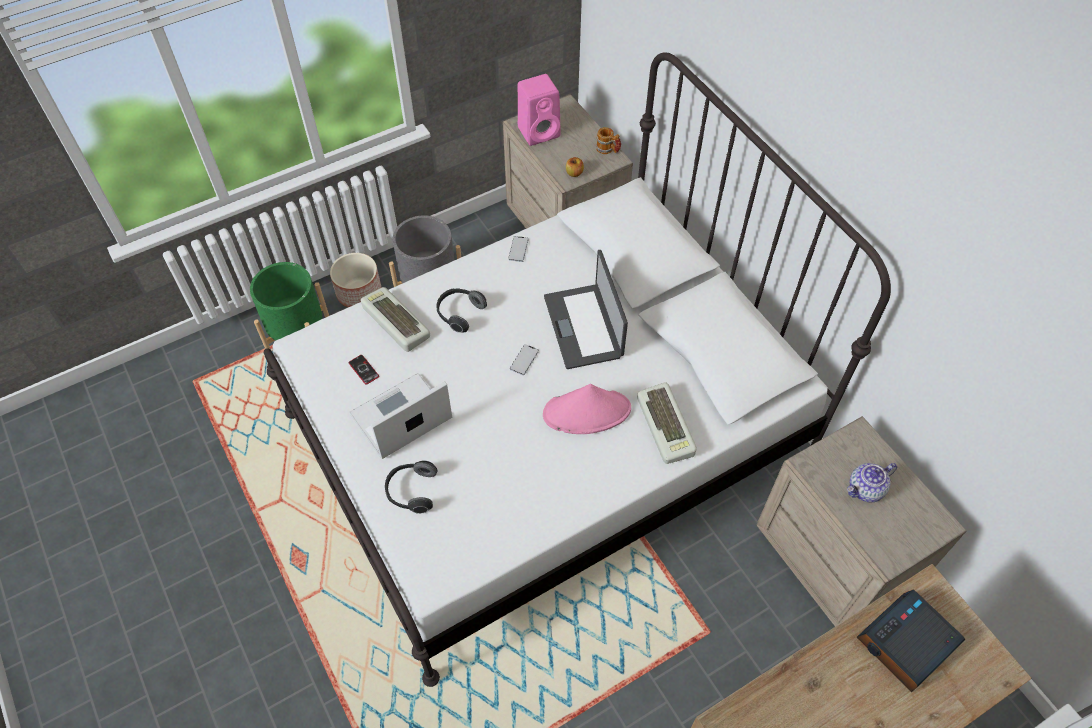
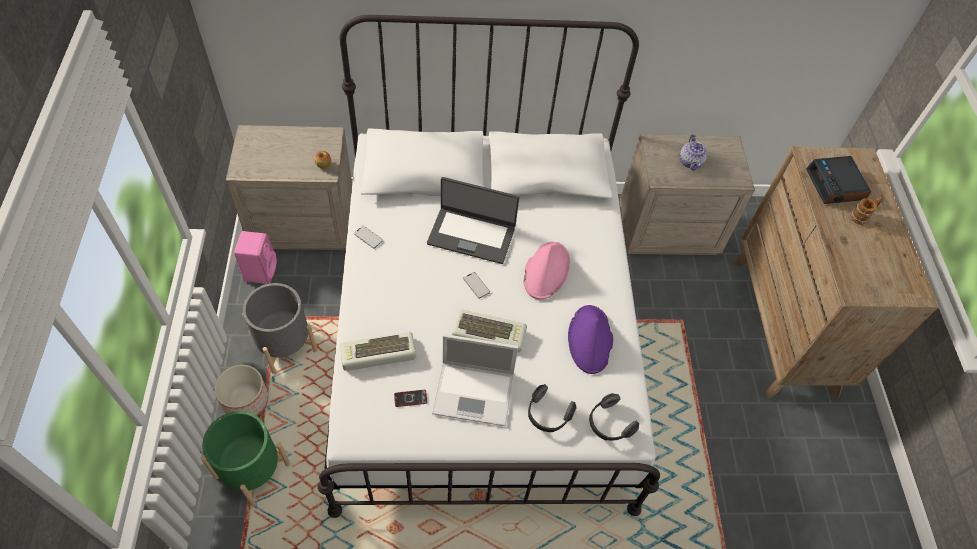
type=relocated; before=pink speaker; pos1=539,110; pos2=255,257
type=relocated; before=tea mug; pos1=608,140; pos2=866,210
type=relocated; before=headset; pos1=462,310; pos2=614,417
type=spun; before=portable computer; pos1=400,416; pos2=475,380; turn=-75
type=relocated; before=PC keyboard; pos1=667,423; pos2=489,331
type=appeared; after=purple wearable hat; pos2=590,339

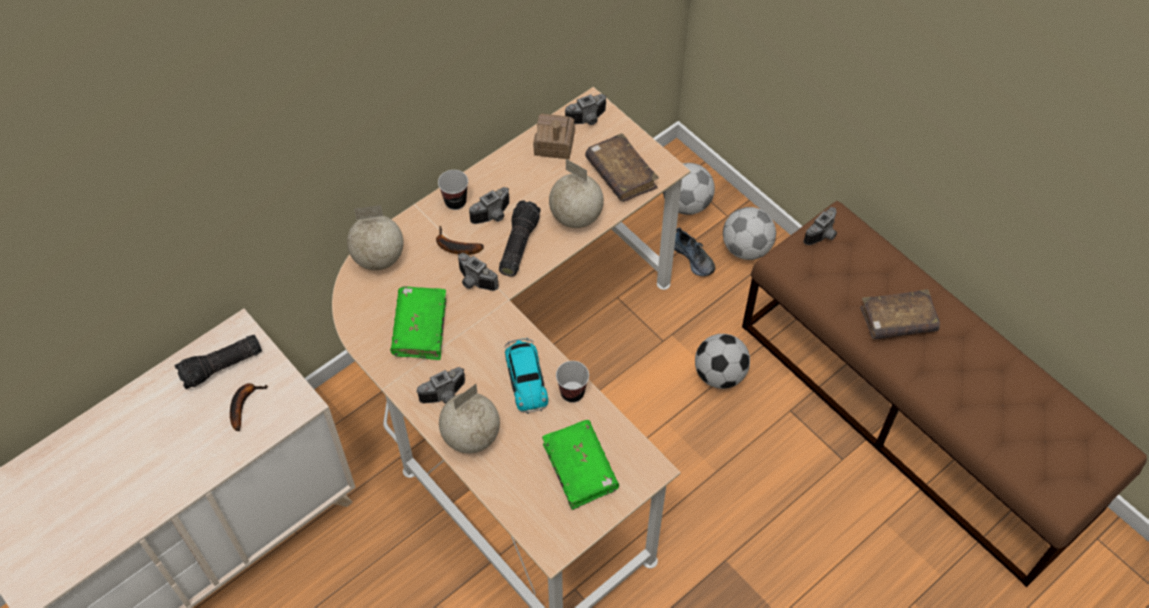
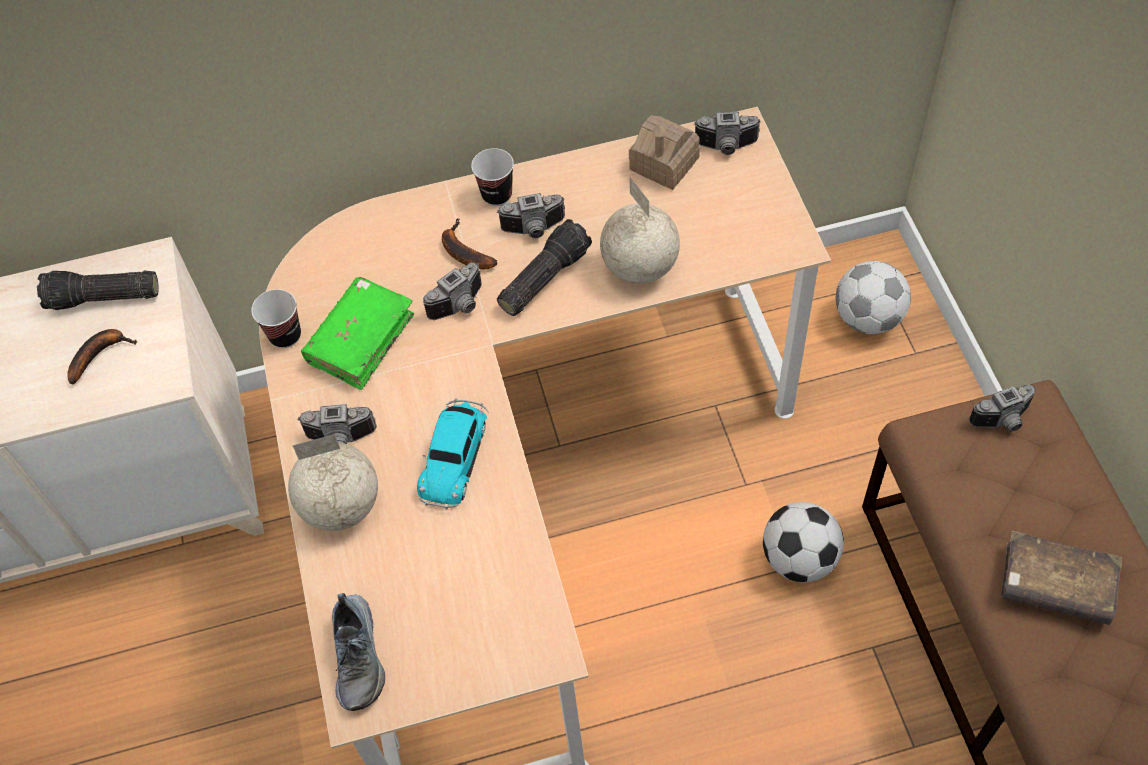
type=missing; before=brownish book; pos1=622,167
type=missing; before=desk globe; pos1=375,237
type=missing; before=football ball; pos1=749,233
type=relocated; before=shoe; pos1=694,251; pos2=358,652
type=spun; before=still camera; pos1=478,272; pos2=452,291; turn=-105
type=relocated; before=drinking cup; pos1=572,382; pos2=276,318
type=missing; before=green-coloured book; pos1=580,465

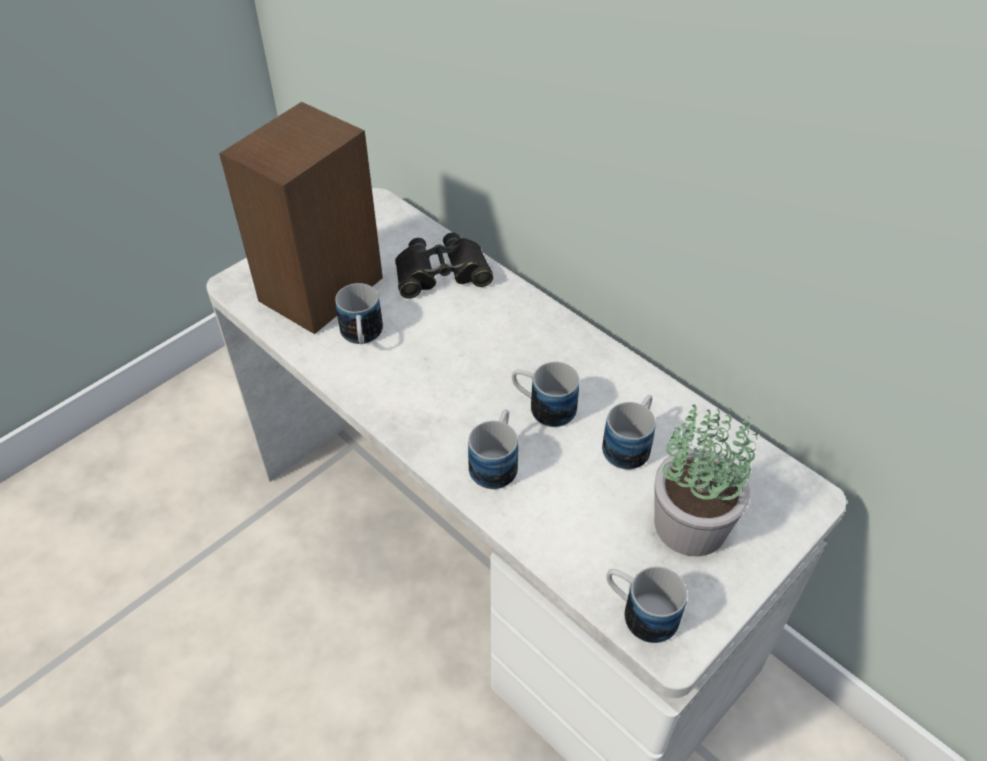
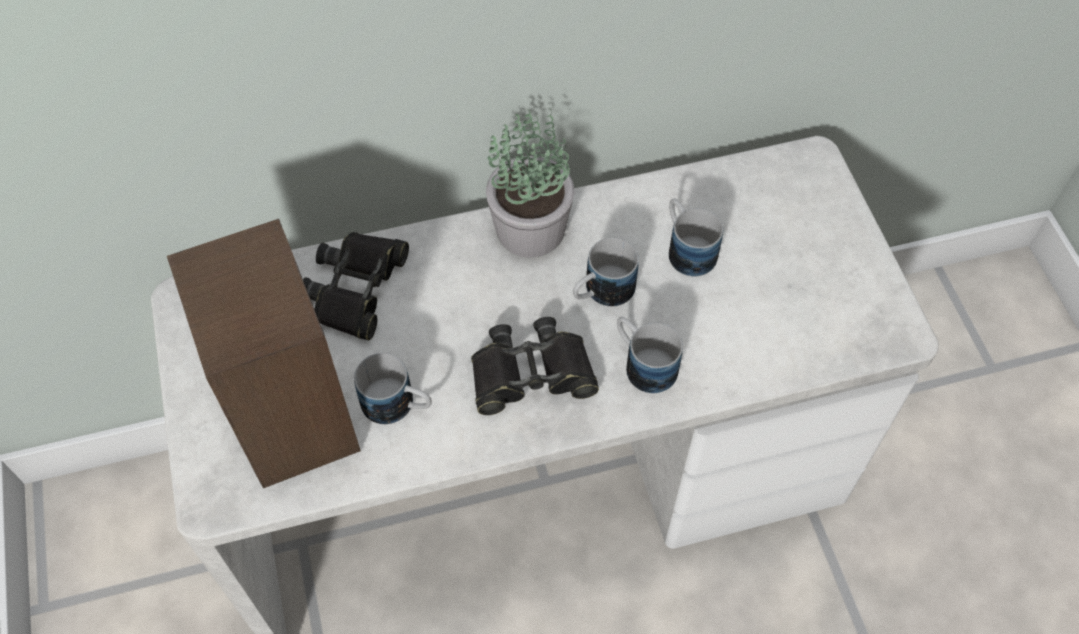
type=relocated; before=plant in a pot; pos1=706,480; pos2=530,183
type=missing; before=tea mug; pos1=646,604
type=appeared; after=blackish pair of binoculars; pos2=535,366

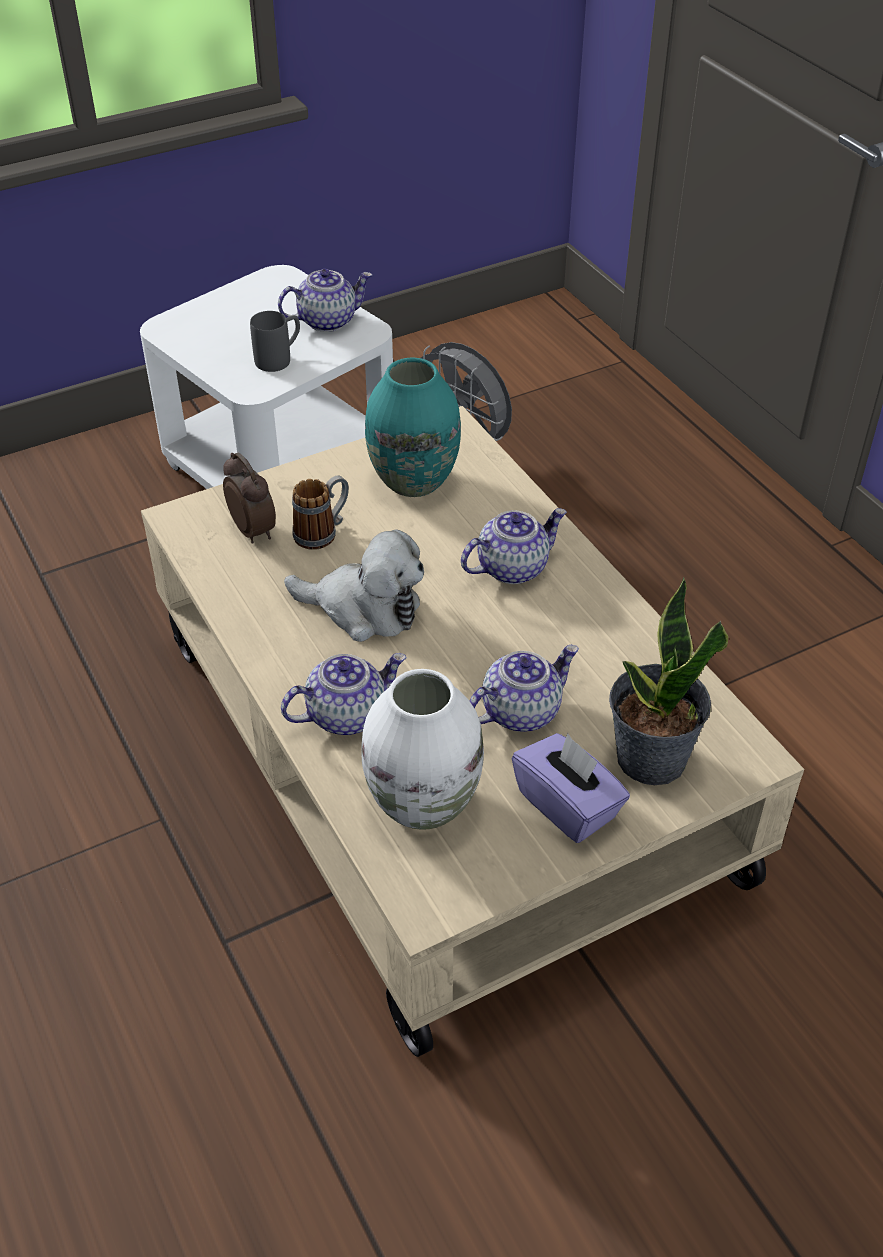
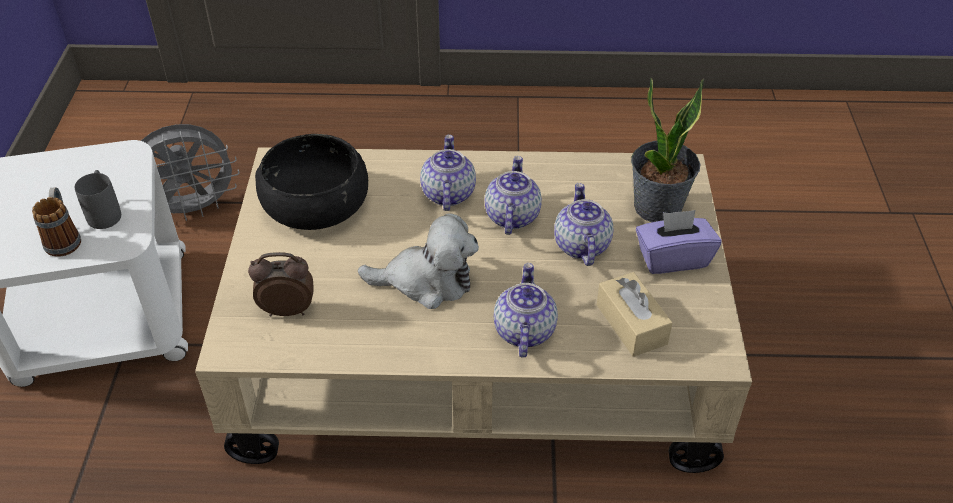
type=relocated; before=teapot; pos1=325,300; pos2=513,195
type=exchanged; before=turquoise-coloured vase; after=blackish deep dish; pos1=413,427; pos2=311,182
type=relocated; before=tea mug; pos1=320,512; pos2=56,222
type=spun; before=plush toy; pos1=354,586; pos2=418,261; turn=45
type=exchanged; before=white-coloured vase; after=sand-coloured tissue holder; pos1=422,749; pos2=634,314

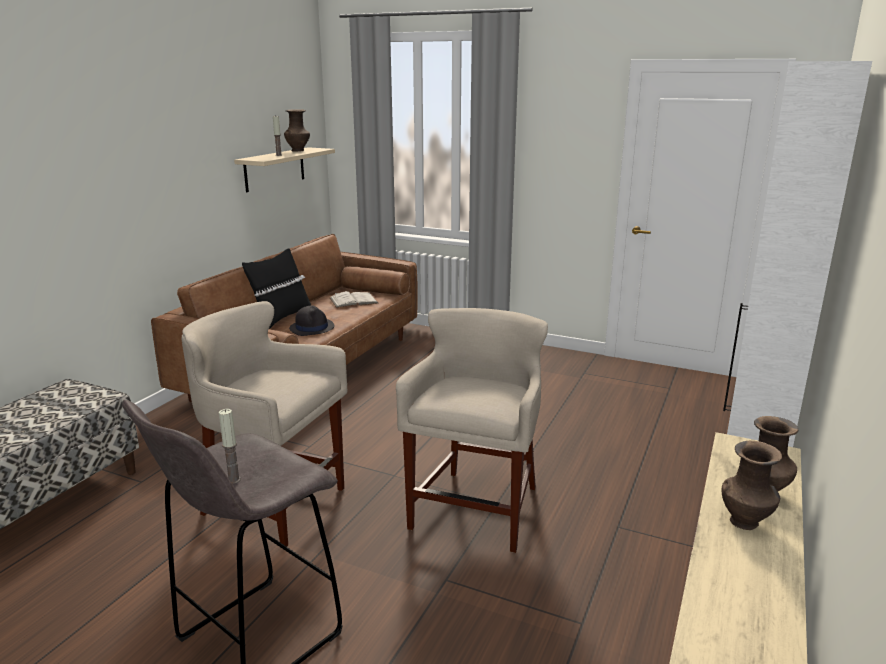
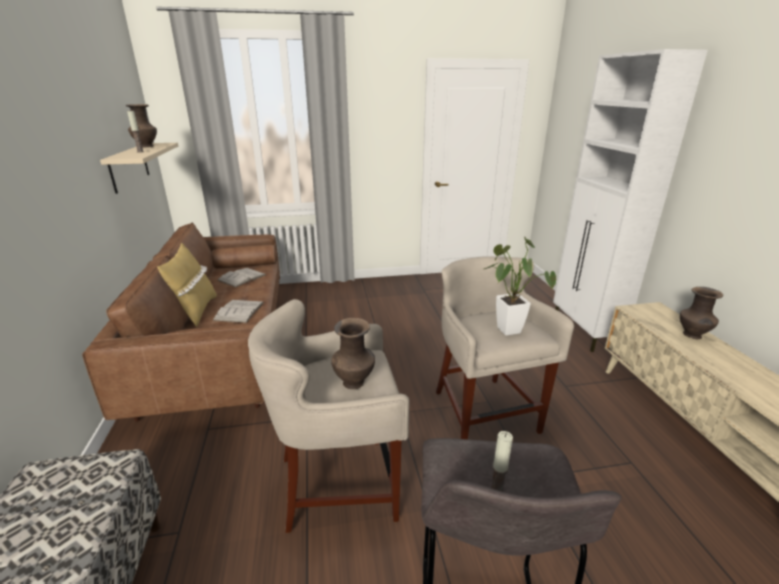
type=colour; before=blackish cushion; after=yellow-coloured cushion; pos1=276,288; pos2=187,285
type=exchanged; before=blackish wearable hat; after=white-coloured book; pos1=312,321; pos2=238,311
type=relocated; before=brownish vase; pos1=751,485; pos2=353,353
type=appeared; after=plant in a pot; pos2=519,286

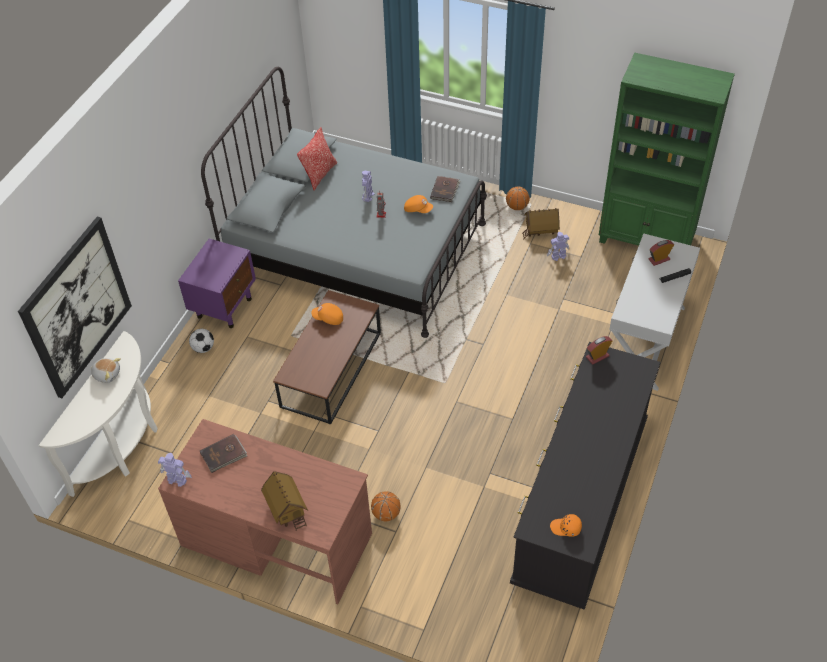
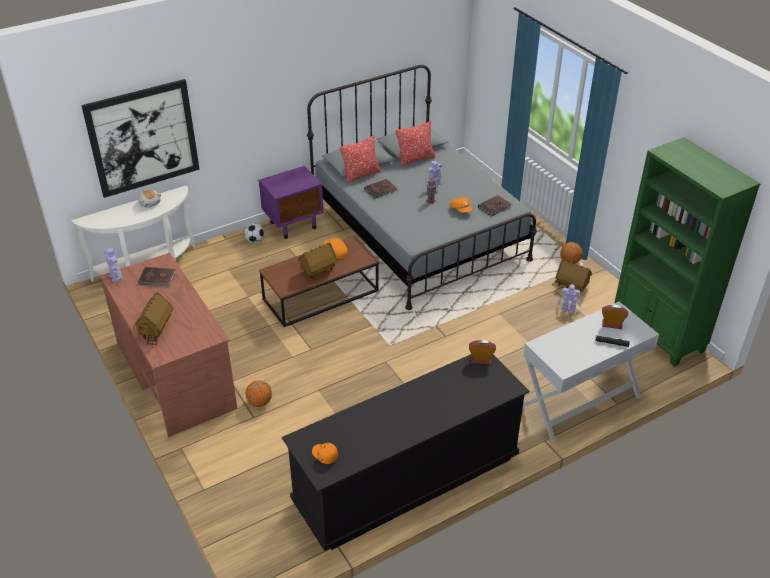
type=appeared; after=cushion; pos2=360,160
type=appeared; after=brownish book; pos2=381,189
type=appeared; after=model house; pos2=318,260

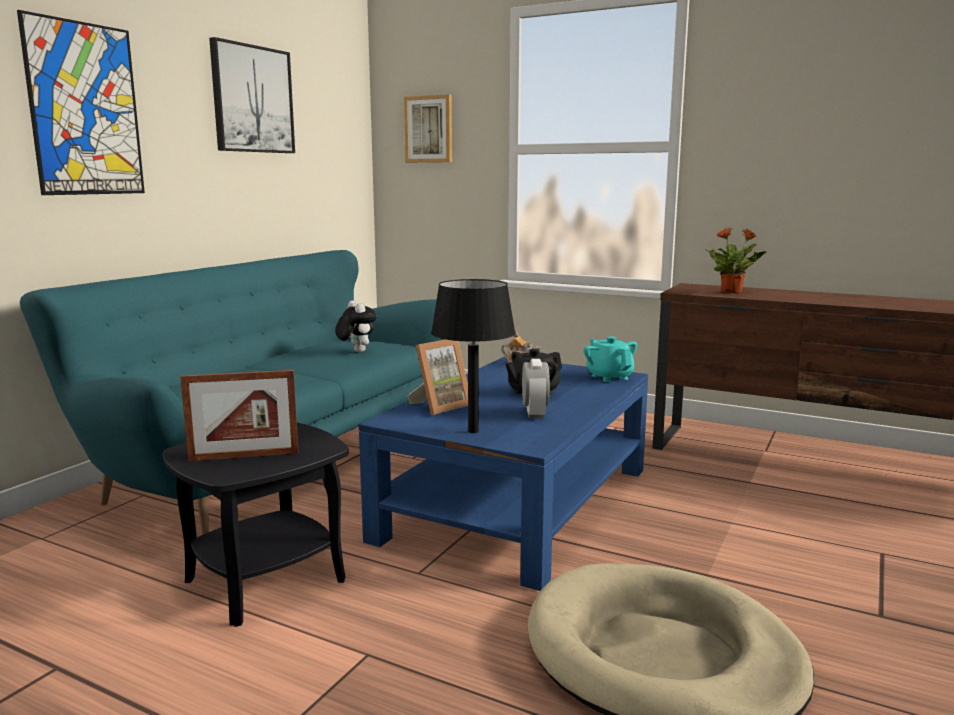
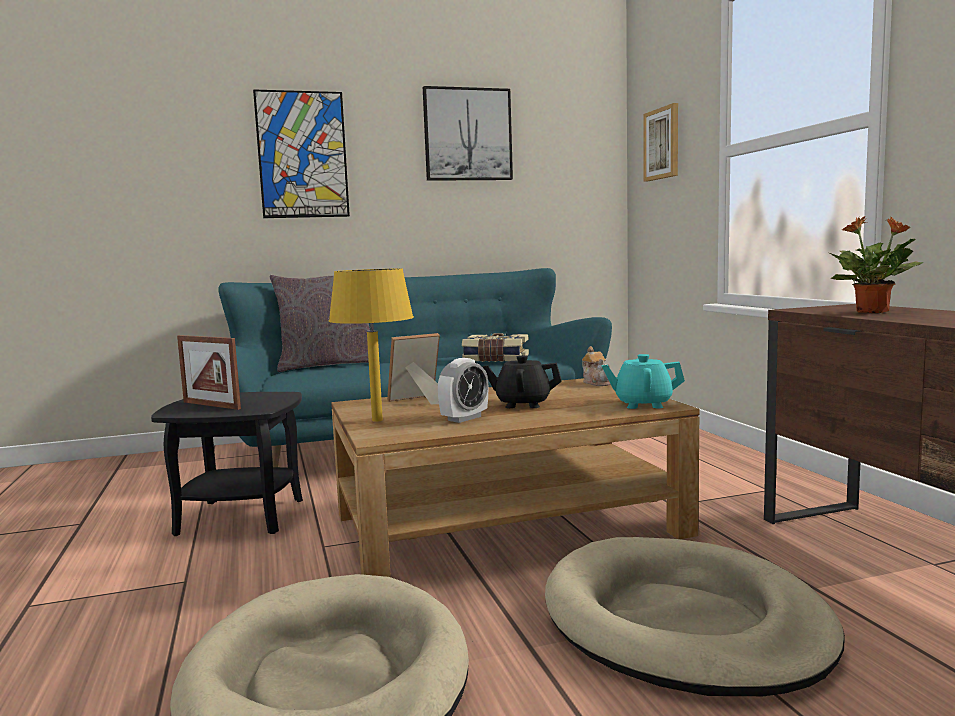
type=colour; before=blackish tabletop lamp; after=yellow-coloured tabletop lamp; pos1=473,356; pos2=371,345
type=exchanged; before=plush toy; after=book; pos1=356,326; pos2=495,347
type=spun; before=turquoise-coloured teapot; pos1=610,359; pos2=643,381; turn=-105
type=spun; before=photo frame; pos1=438,377; pos2=413,368; turn=150
type=colour; before=bluish low table; after=brownish low table; pos1=503,474; pos2=515,477
type=appeared; after=grey cushion; pos2=324,323
type=appeared; after=sand-coloured dog bed; pos2=695,616

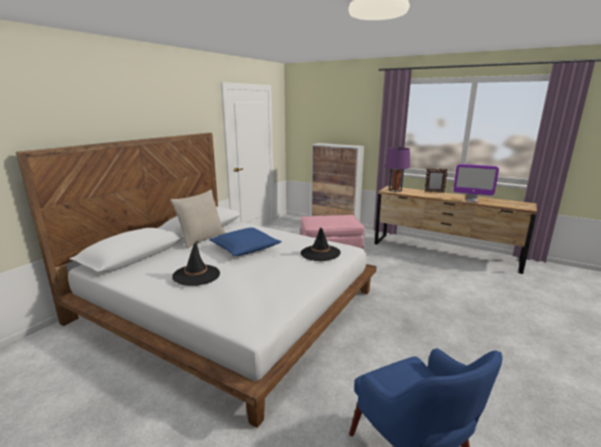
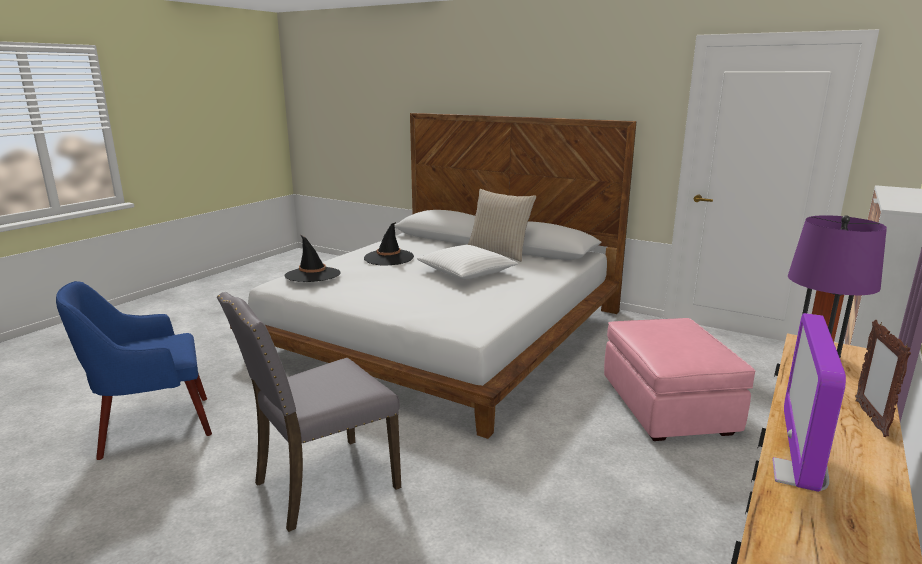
type=colour; before=bluish cushion; after=white-coloured cushion; pos1=246,242; pos2=467,262
type=relocated; before=blackish wearable hat; pos1=321,244; pos2=312,258
type=appeared; after=grey upright chair; pos2=309,412

